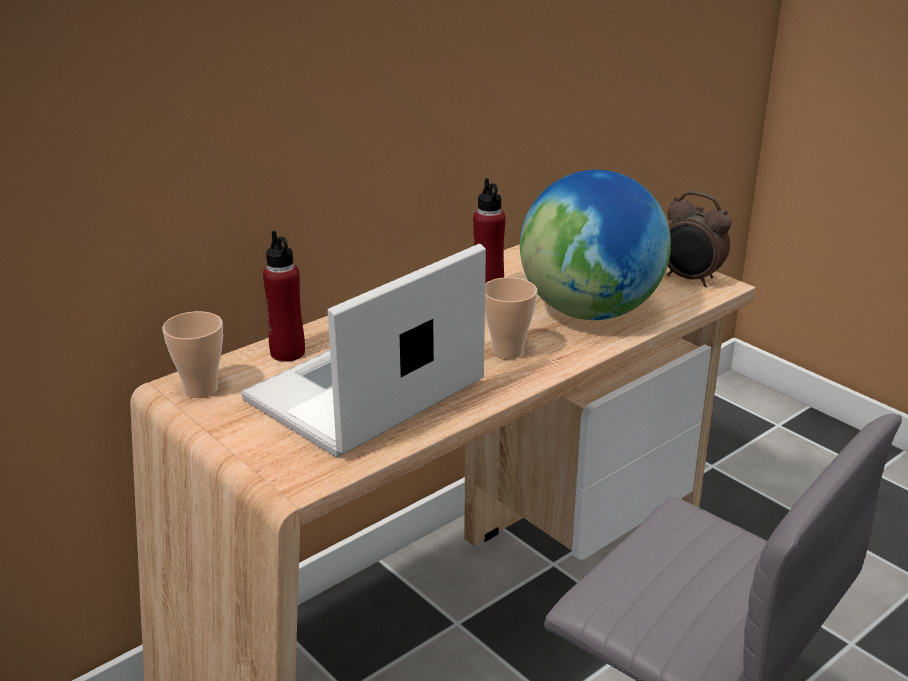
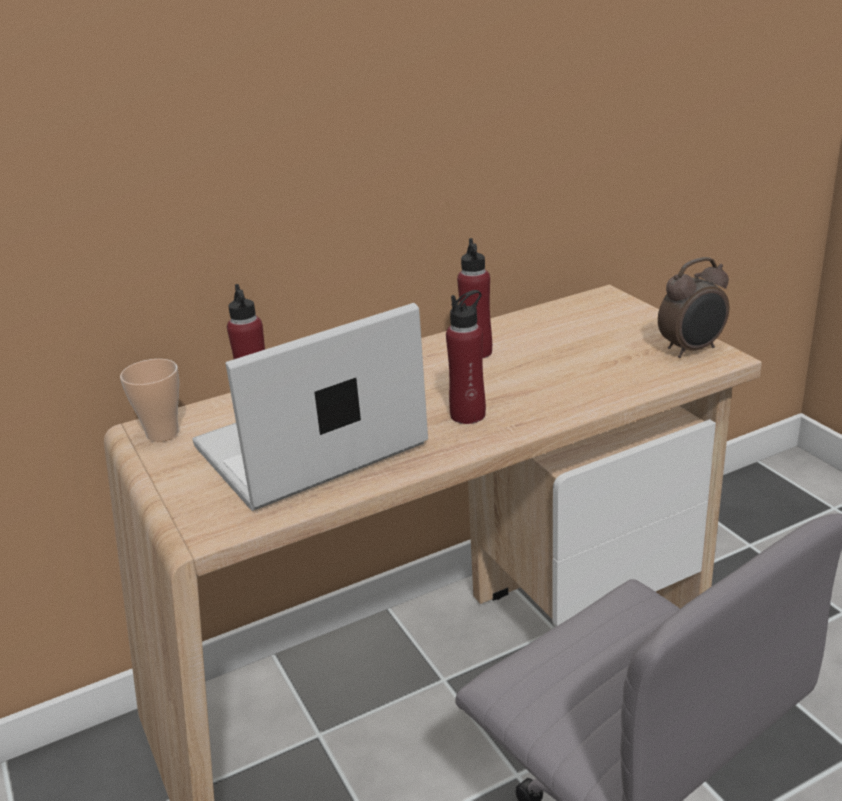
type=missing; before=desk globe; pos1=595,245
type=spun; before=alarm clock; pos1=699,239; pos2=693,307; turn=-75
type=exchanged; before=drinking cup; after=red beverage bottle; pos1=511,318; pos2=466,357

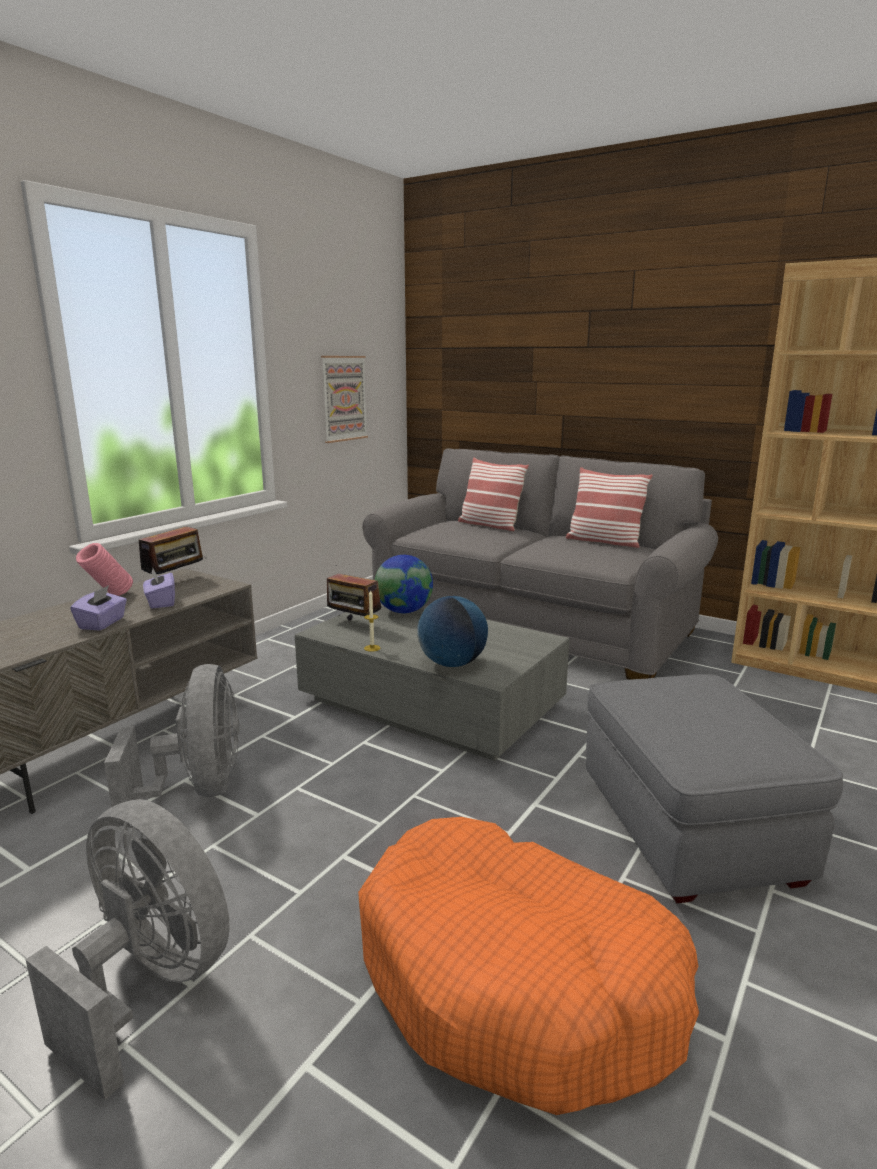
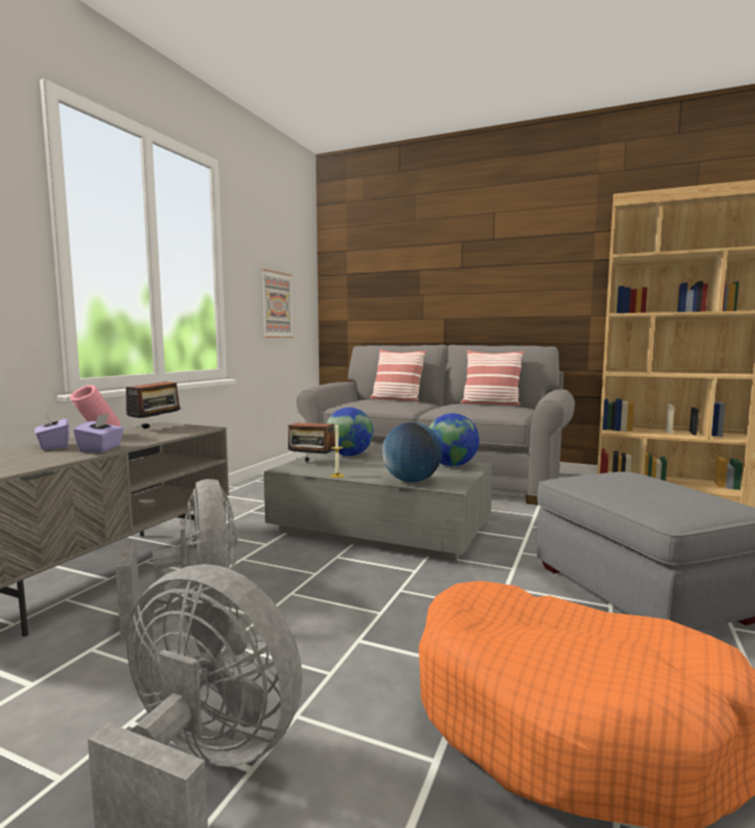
type=relocated; before=purple tissue holder; pos1=159,588; pos2=52,431
type=appeared; after=desk globe; pos2=454,440

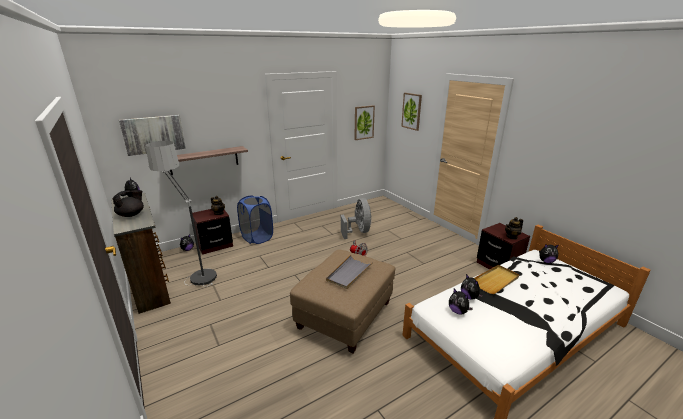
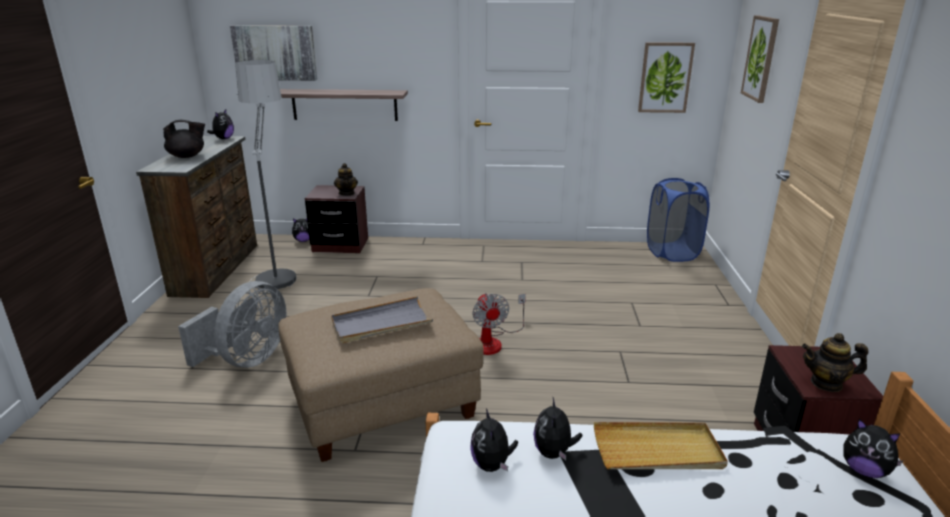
type=relocated; before=bluish laundry basket; pos1=255,220; pos2=678,220
type=relocated; before=grey electric fan; pos1=356,218; pos2=232,324

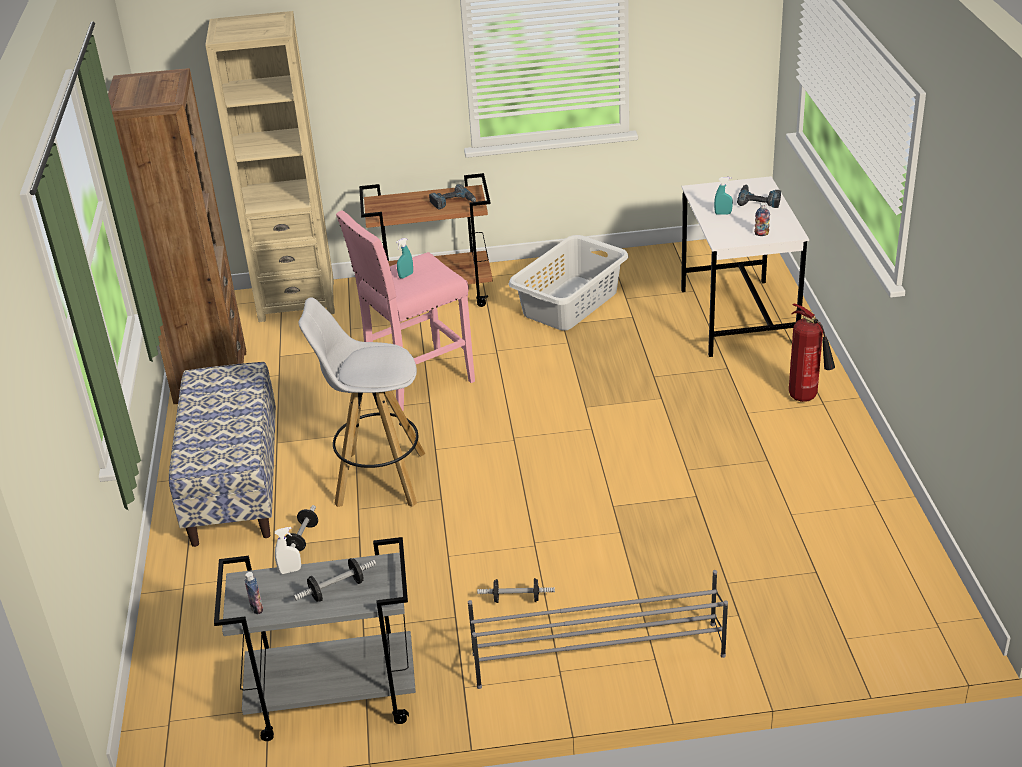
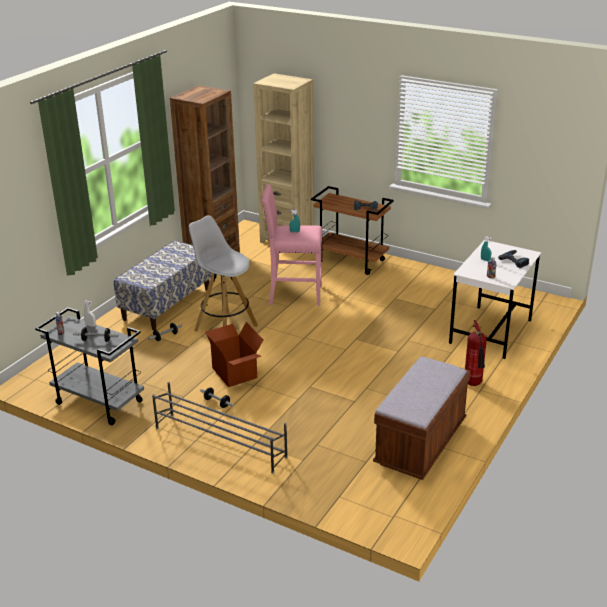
type=missing; before=grey laundry basket; pos1=569,282
type=appeared; after=cardboard box; pos2=234,354
type=appeared; after=brownish long seat; pos2=422,418

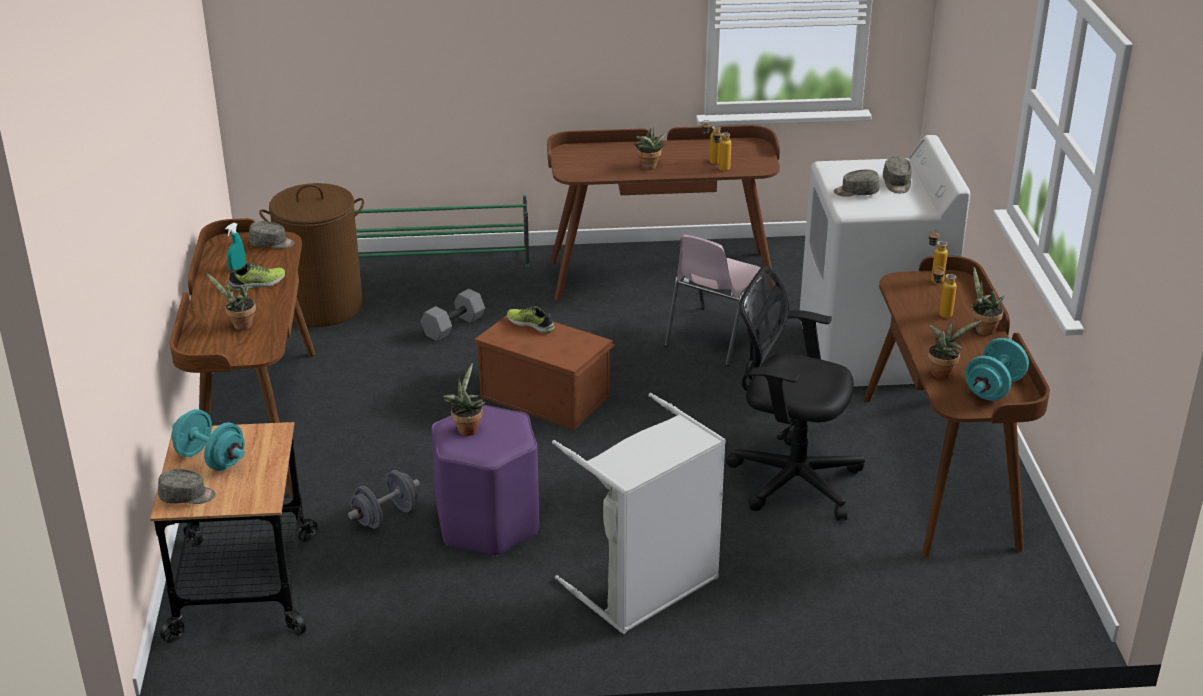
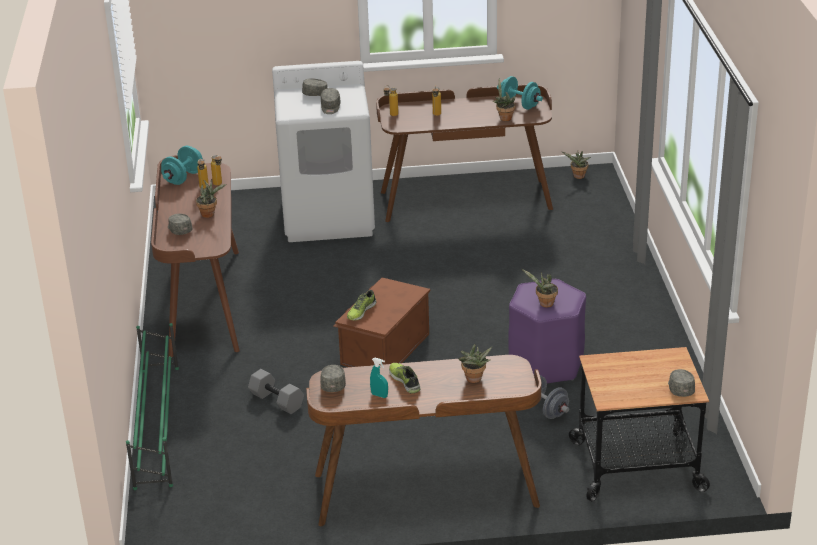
type=missing; before=brownish laundry basket; pos1=311,255
type=missing; before=pink upright chair; pos1=716,300
type=missing; before=blackish desk chair; pos1=795,393
type=relocated; before=plant in a pot; pos1=987,301; pos2=576,165
type=missing; before=grey laundry basket; pos1=639,513
type=relocated; before=turquoise-coloured hand weight; pos1=208,440; pos2=182,165
type=appeared; after=grey peaked cap; pos2=180,224

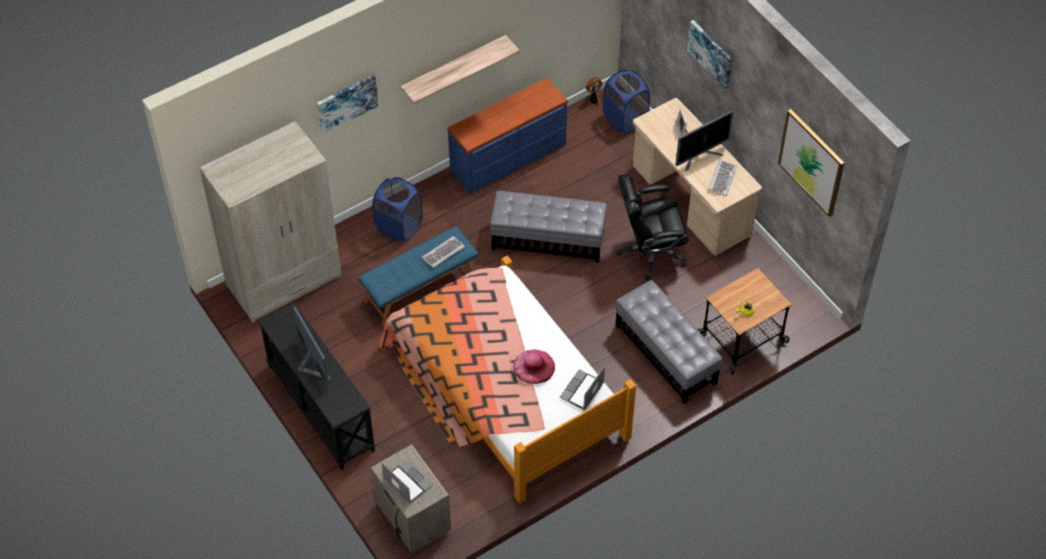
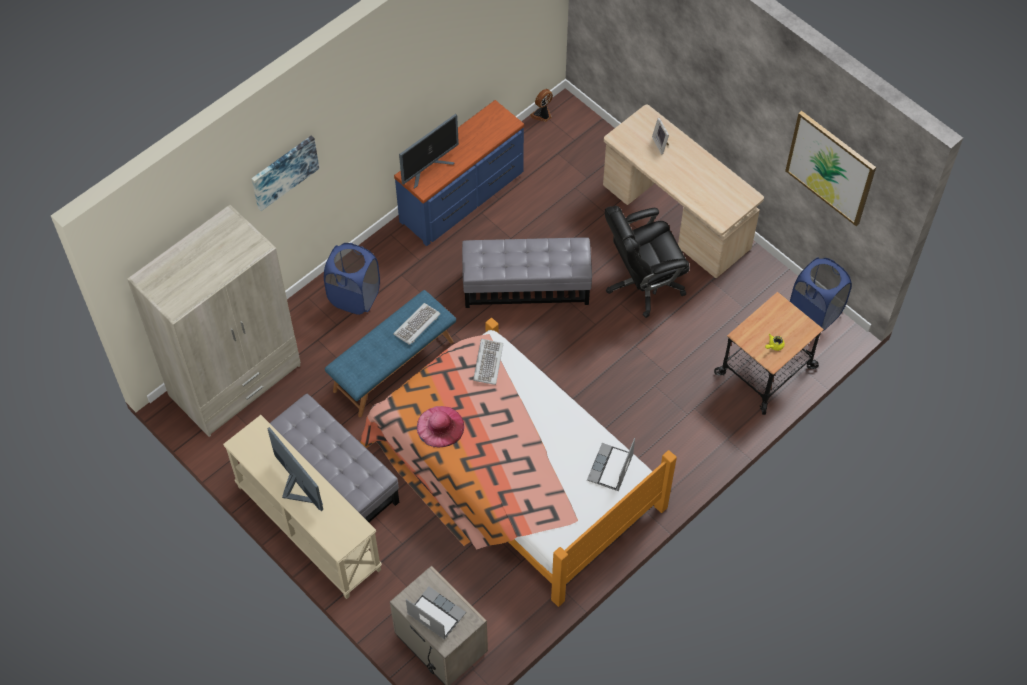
type=missing; before=wall art; pos1=709,55
type=missing; before=shelf; pos1=460,69
type=relocated; before=bluish laundry basket; pos1=626,102; pos2=821,294
type=relocated; before=computer display; pos1=704,141; pos2=429,151
type=relocated; before=PC keyboard; pos1=722,178; pos2=488,362
type=relocated; before=grey ottoman; pos1=669,342; pos2=334,458
type=colour; before=blackish narrow table; after=sand-coloured narrow table; pos1=317,386; pos2=302,507
type=relocated; before=pink wearable hat; pos1=534,366; pos2=441,426

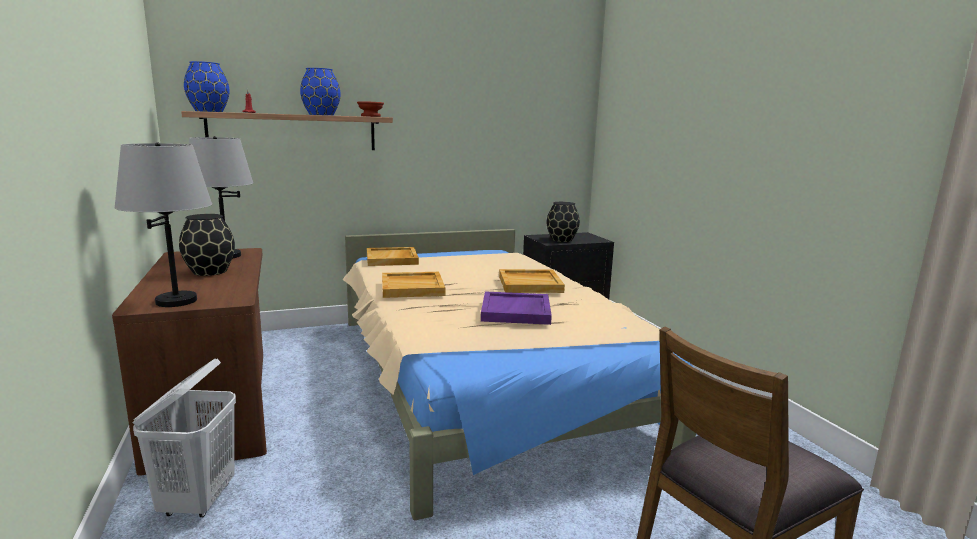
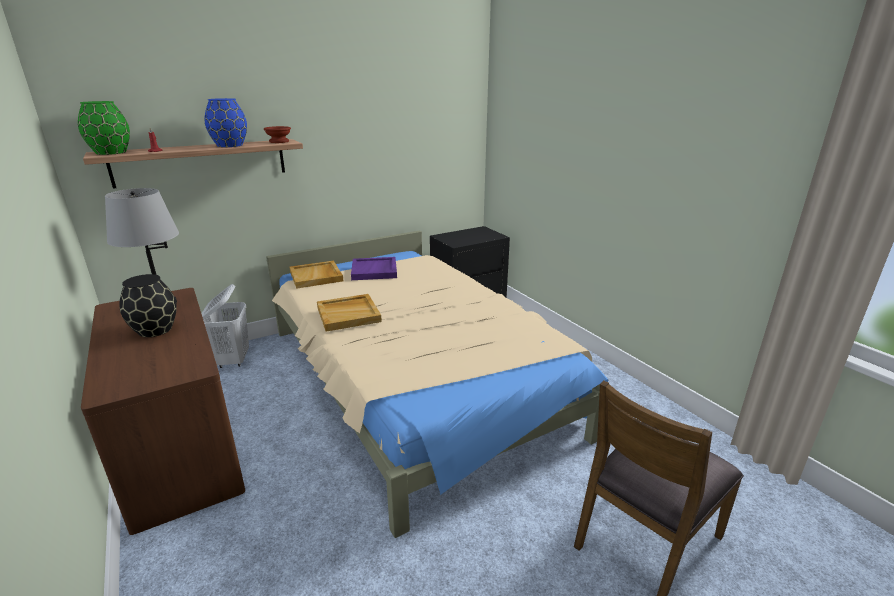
type=colour; before=bluish vase; after=green-coloured vase; pos1=207,86; pos2=104,128
type=missing; before=grey tabletop lamp; pos1=163,224
type=missing; before=blackish vase; pos1=563,222
type=missing; before=sand-coloured carrying tray; pos1=532,281
type=relocated; before=purple carrying tray; pos1=516,308; pos2=374,268
type=relocated; before=white-coloured laundry basket; pos1=184,437; pos2=225,326

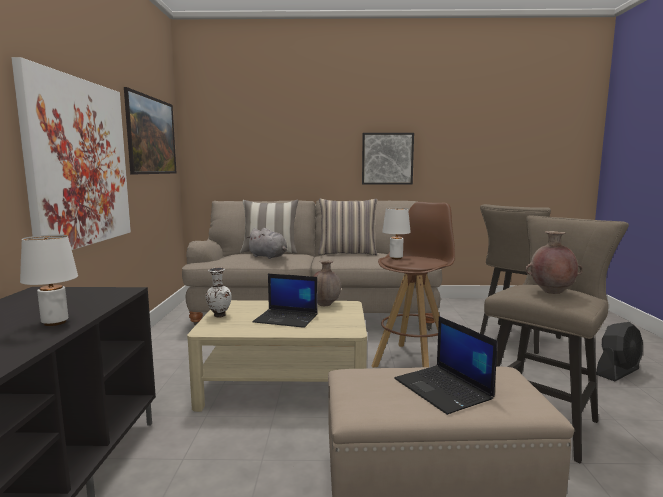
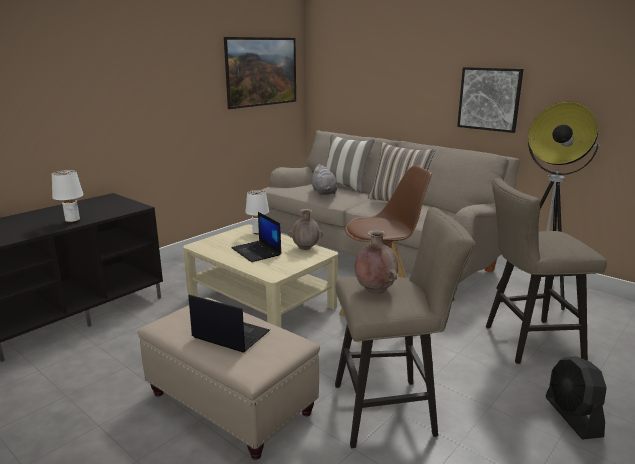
type=missing; before=wall art; pos1=71,153
type=relocated; before=white-coloured tabletop lamp; pos1=396,233; pos2=257,212
type=missing; before=white-coloured vase; pos1=218,292
type=spun; before=portable computer; pos1=446,365; pos2=229,324; turn=105
type=spun; before=blackish electric fan; pos1=619,351; pos2=576,397; turn=75
type=appeared; after=standing lamp; pos2=548,206

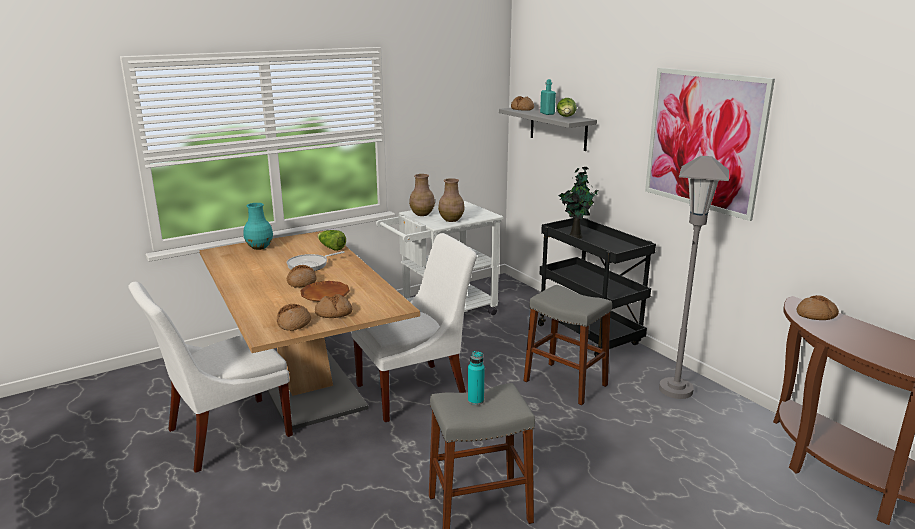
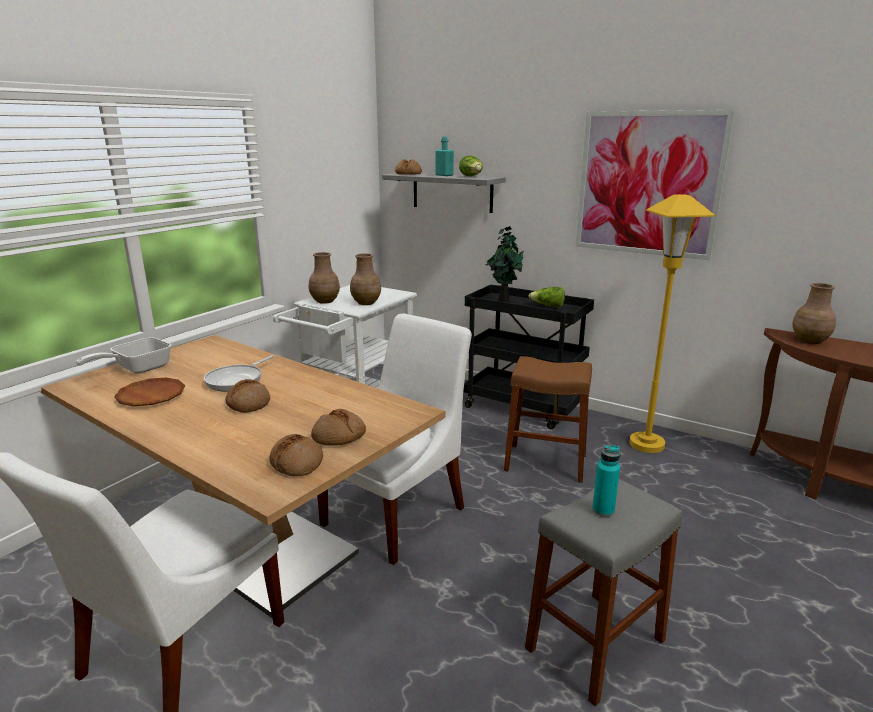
type=colour; before=grey standing lamp; after=yellow-coloured standing lamp; pos1=694,277; pos2=672,323
type=exchanged; before=turquoise-coloured vase; after=pan; pos1=258,226; pos2=123,355
type=relocated; before=lettuce head; pos1=331,240; pos2=546,297
type=relocated; before=brownish dinner plate; pos1=325,291; pos2=149,392
type=colour; before=grey sitting stool; after=brownish sitting stool; pos1=568,345; pos2=548,419
type=exchanged; before=bread; after=brownish vase; pos1=817,307; pos2=814,313

